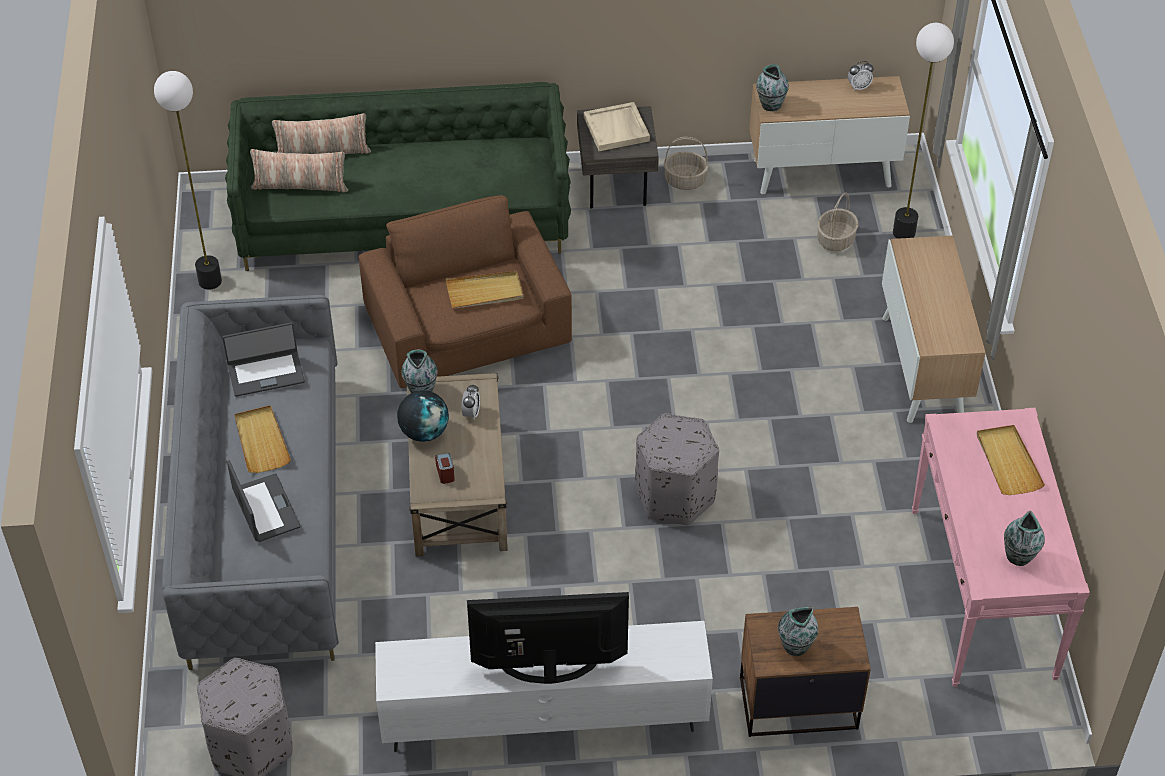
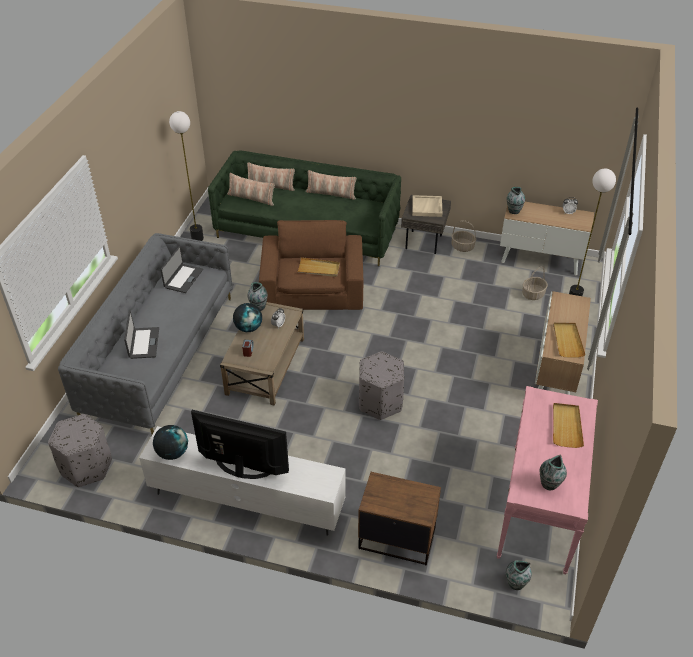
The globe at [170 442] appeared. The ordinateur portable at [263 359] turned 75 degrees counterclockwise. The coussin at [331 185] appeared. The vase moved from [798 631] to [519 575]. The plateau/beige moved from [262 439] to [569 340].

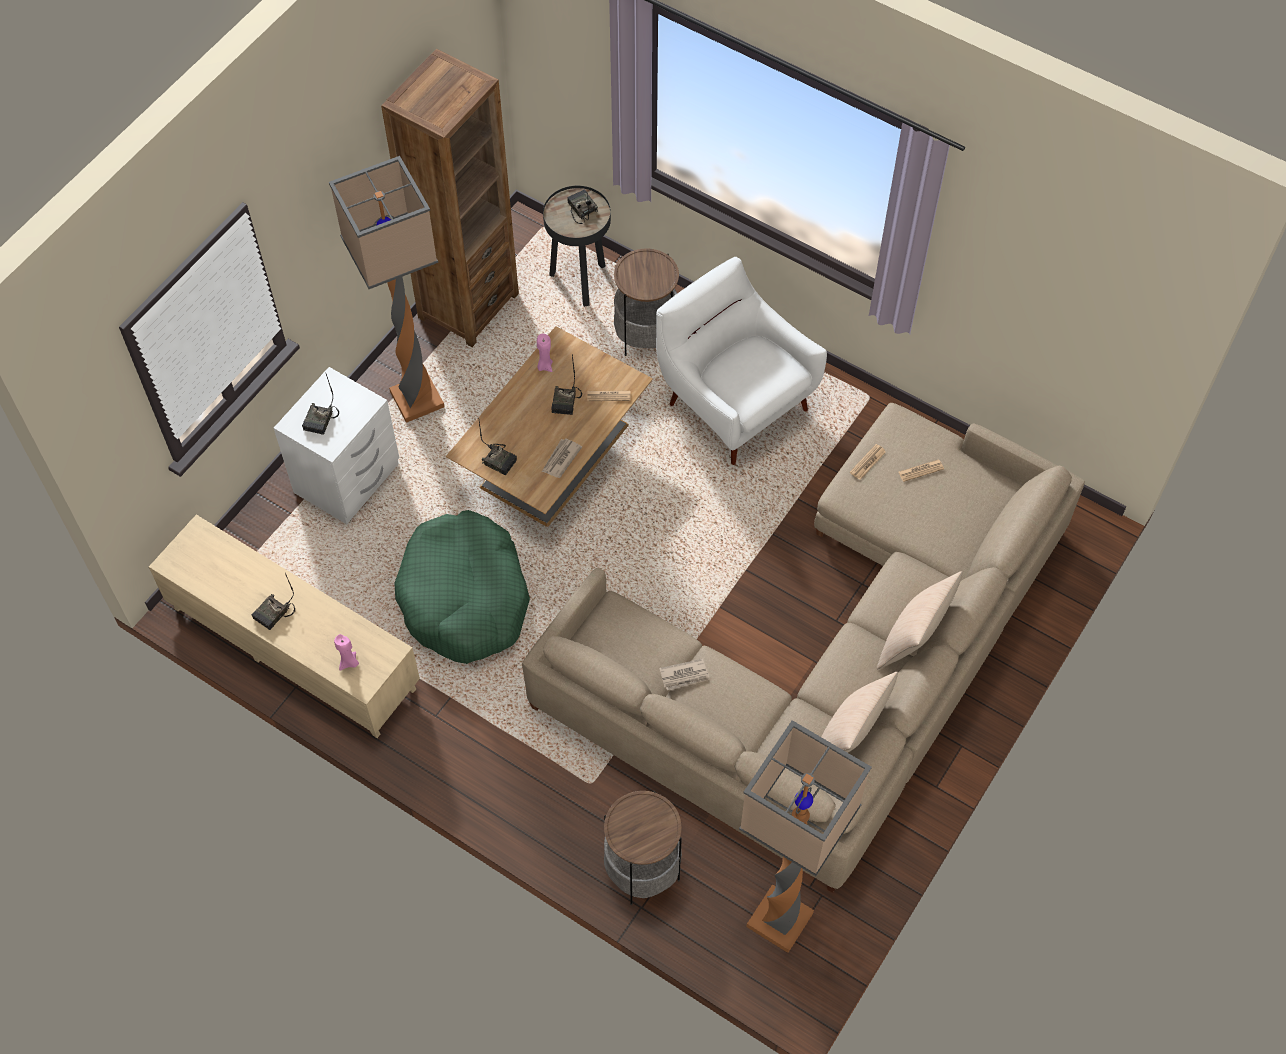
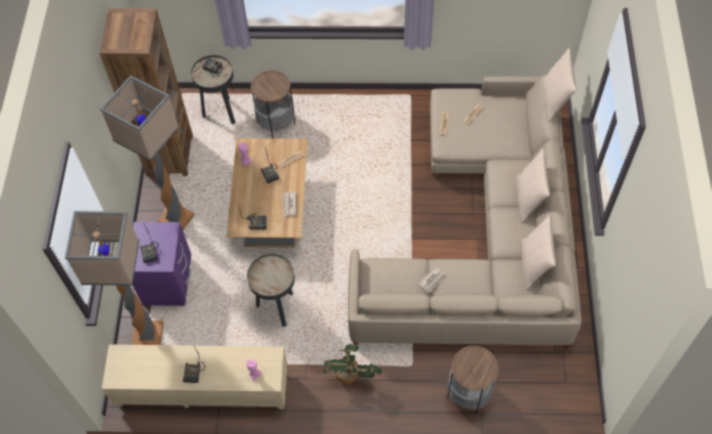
The lampadaire moved from [805 836] to [114 278]. The table de chevet/blanc at [336 445] became the table de chevet/violet at [162 264]. The panier pour chien/vert at [462 587] was replaced by the table d'appoint/noir at [271 290]. The plante en pot at [352 364] appeared. The coussin/beige at [559 85] appeared. The fauteuil/blanc at [741 361] disappeared.

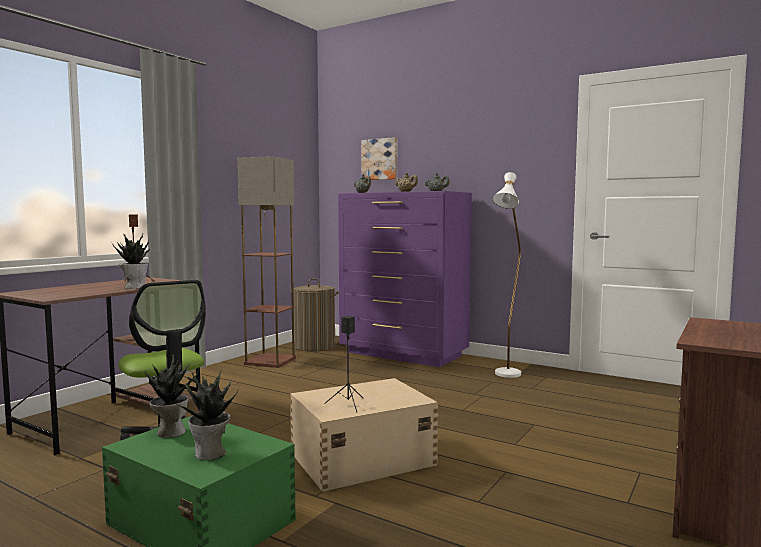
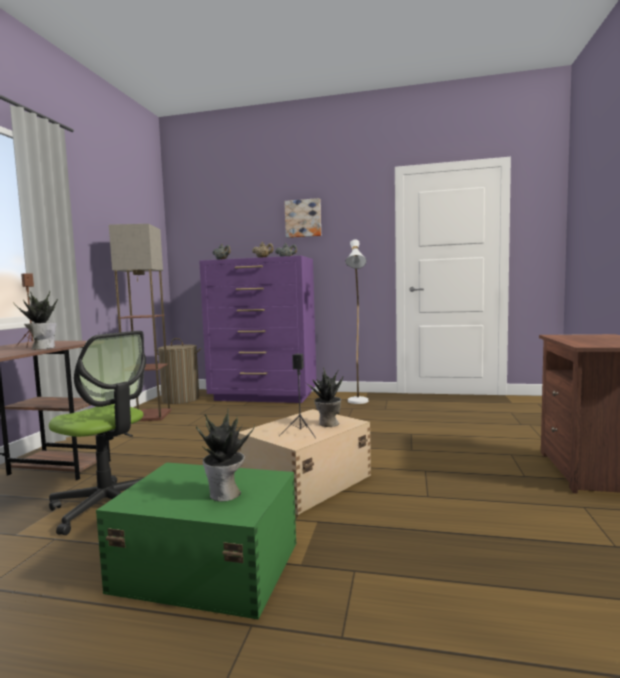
The tableau moved from [379 158] to [302 218]. The plante en pot moved from [171 396] to [324 397].

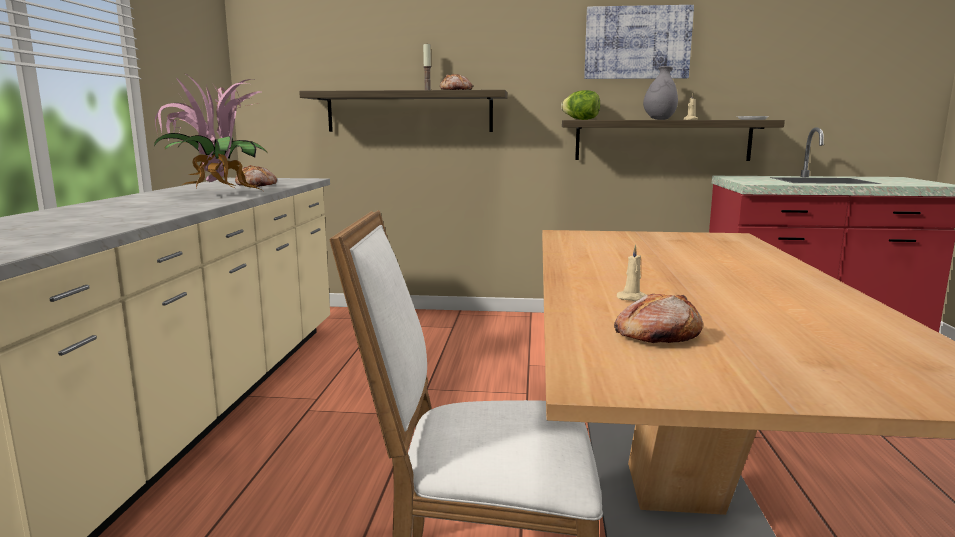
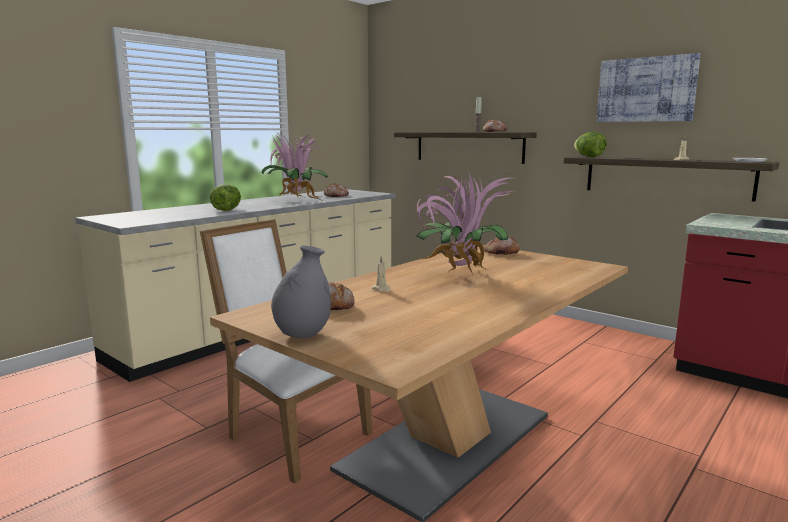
The laitue at [225 197] appeared. The vase/gris moved from [660 93] to [301 291]. The plante en pot at [466 223] appeared. The pain at [502 246] appeared.

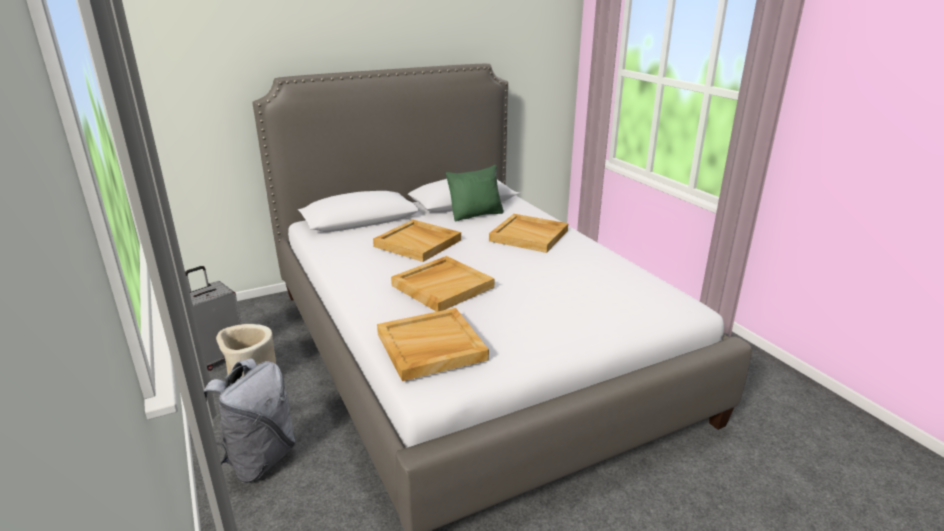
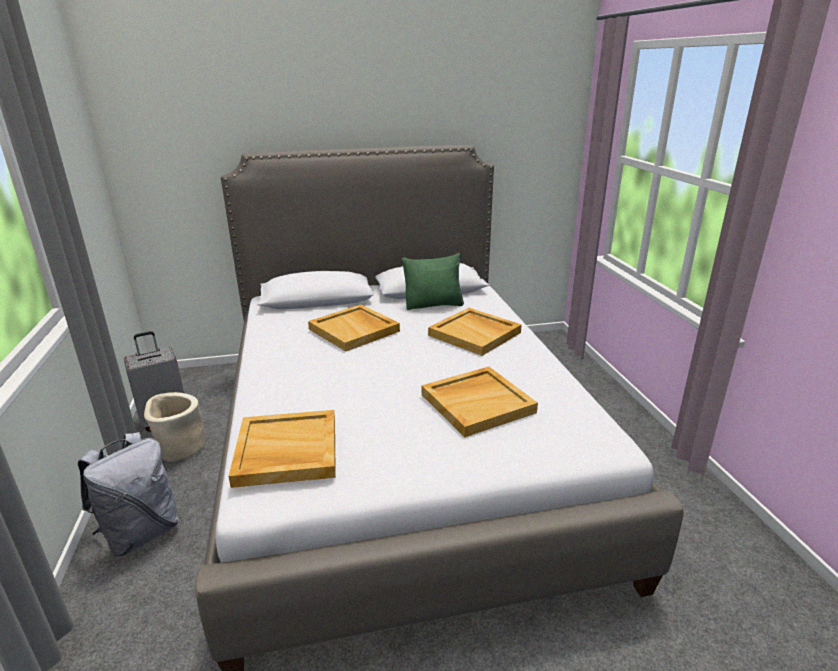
The plateau/beige moved from [442 284] to [480 402].

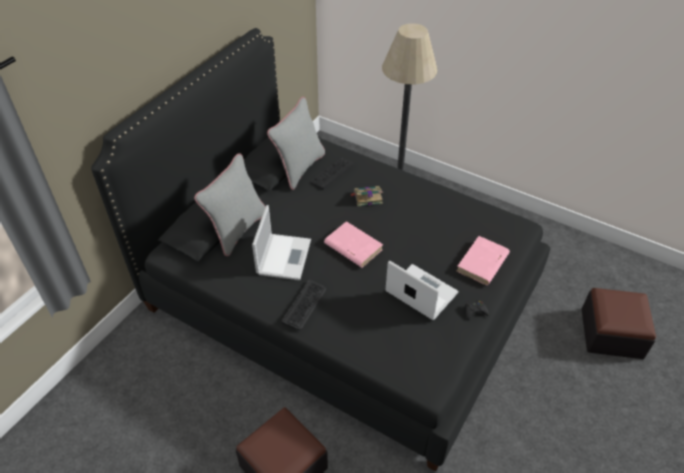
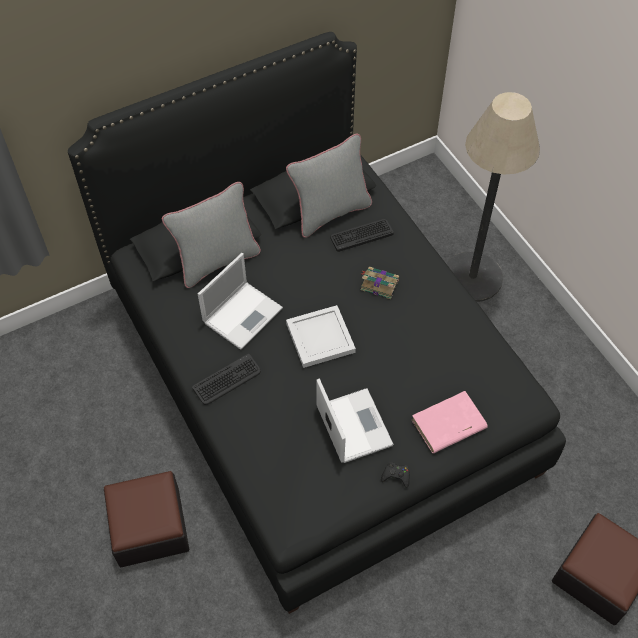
The livre/rose at [353 244] was replaced by the plateau/blanc at [321 336].

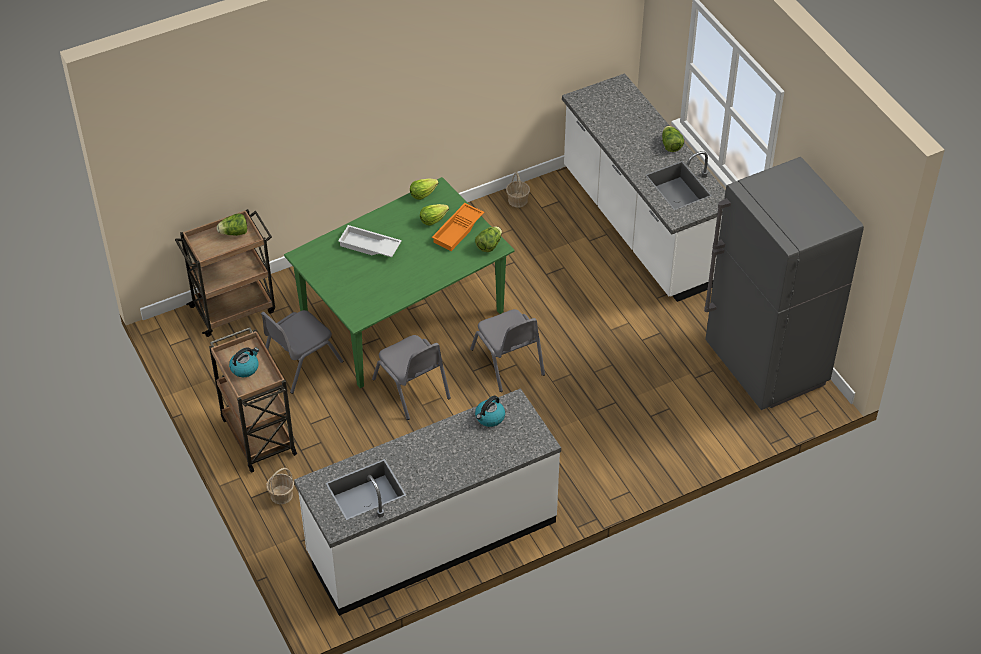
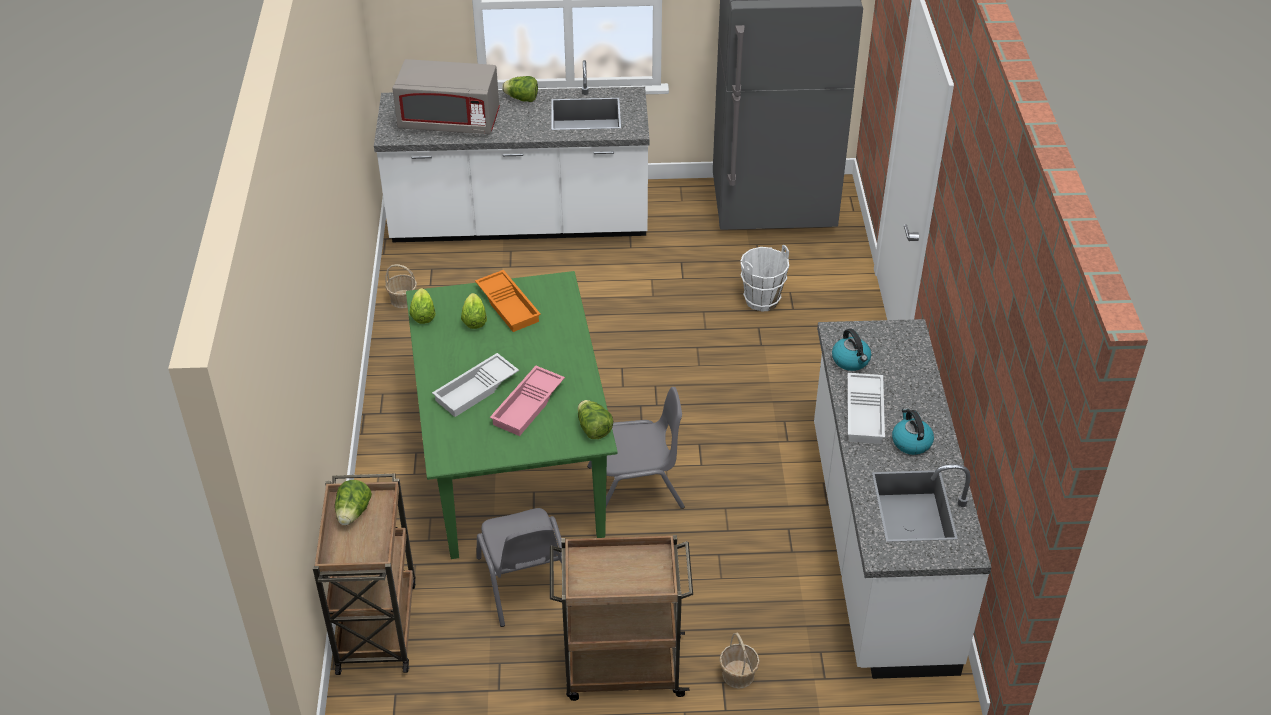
The micro-ondes/gris at [446 96] appeared. The plateau/rose at [527 401] appeared. The laitue moved from [488 239] to [595 419]. The seau/blanc at [764 278] appeared. The plateau/blanc at [866 408] appeared. The bouilloire moved from [244 362] to [913 431]. The chaise/gris at [507 350] disappeared.

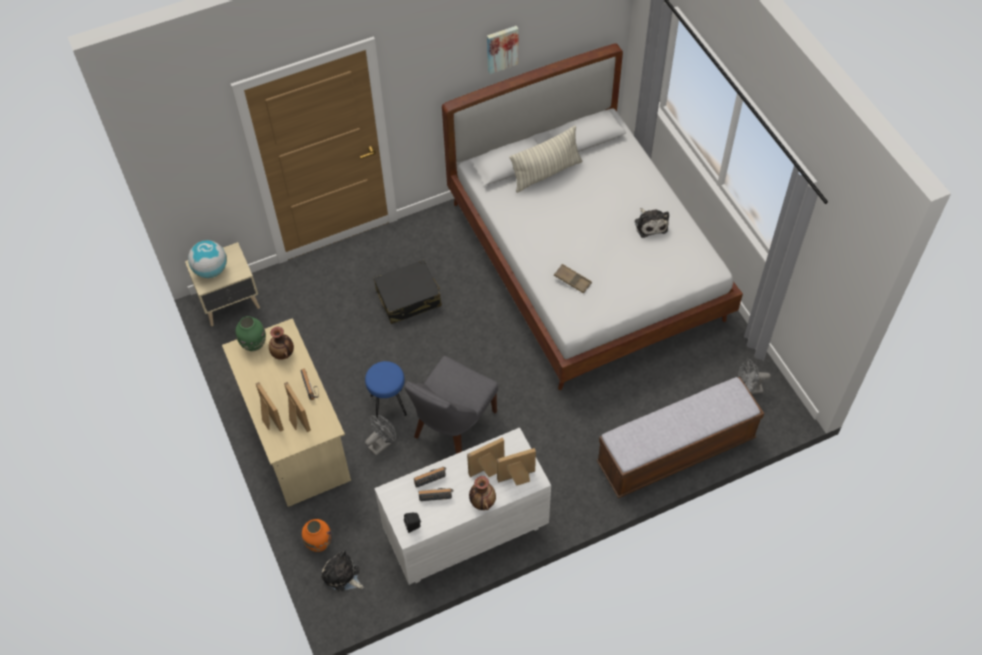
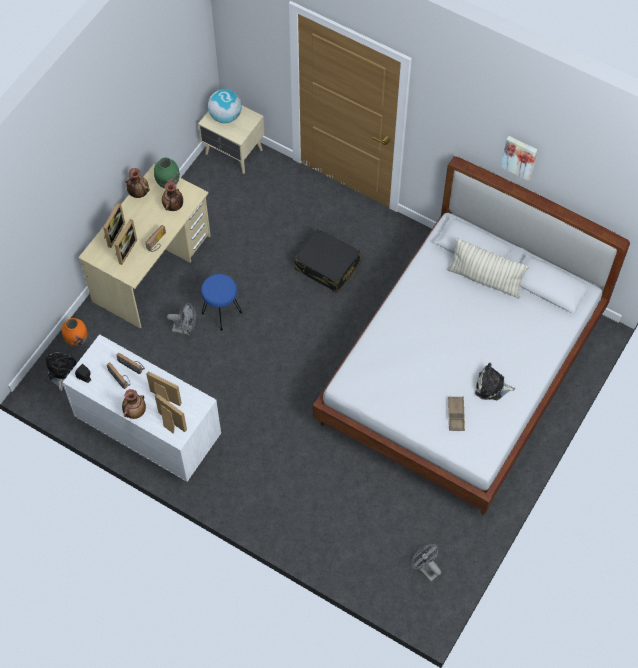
The vase at [137 183] appeared. The plateau/marron moved from [573 279] to [456 413]. The peluche at [652 223] turned 60 degrees clockwise. The chaise/gris at [451 405] disappeared. The banc at [680 437] disappeared.

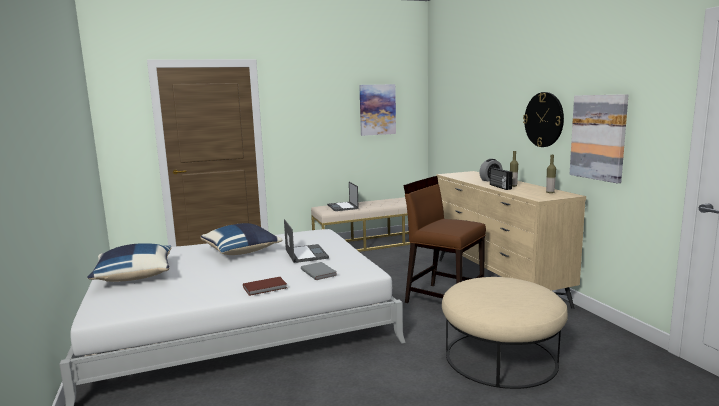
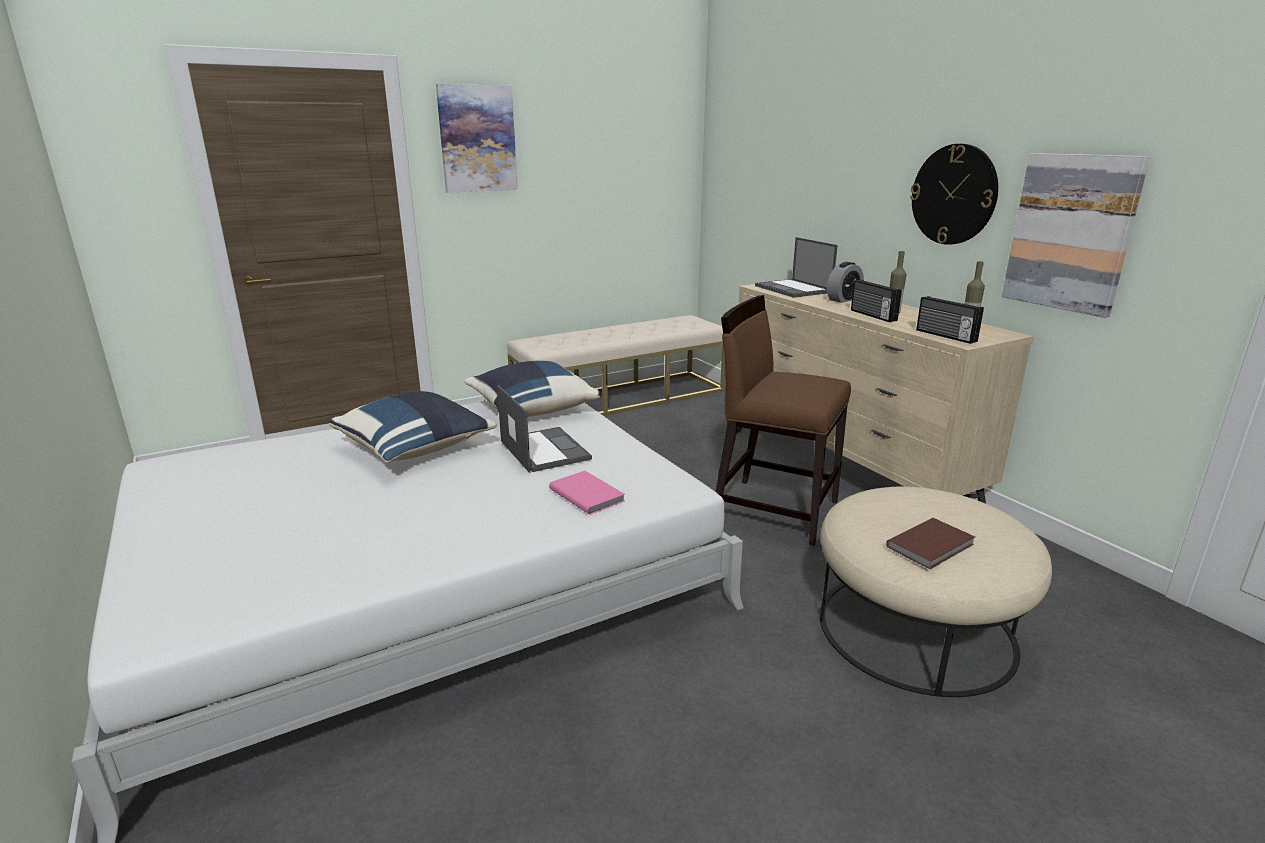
The tableau moved from [377 110] to [477 138]. The coussin/bleu moved from [129 262] to [532 389]. The livre/gris at [319 271] became the livre/rose at [587 493]. The ordinateur portable moved from [343 196] to [796 267]. The livre/marron moved from [265 286] to [930 543]. The radio at [950 320] appeared.

